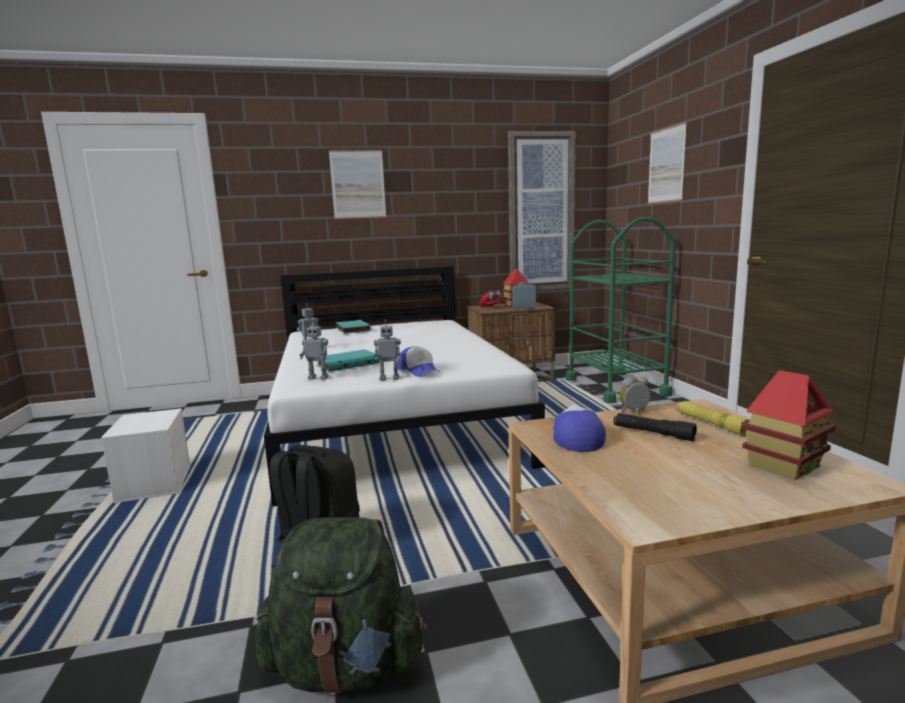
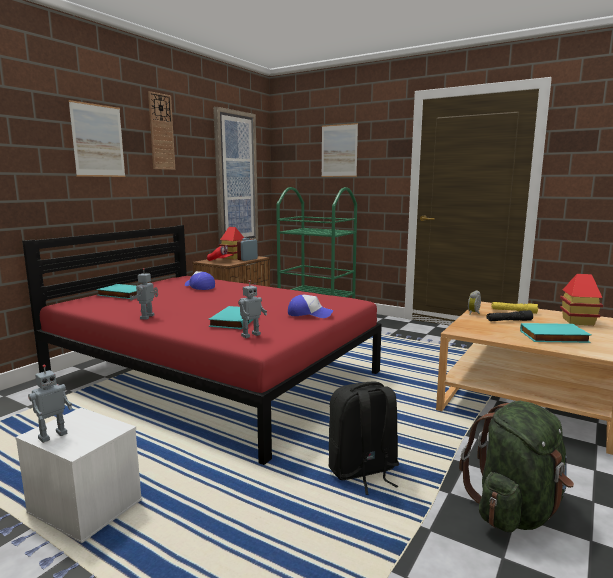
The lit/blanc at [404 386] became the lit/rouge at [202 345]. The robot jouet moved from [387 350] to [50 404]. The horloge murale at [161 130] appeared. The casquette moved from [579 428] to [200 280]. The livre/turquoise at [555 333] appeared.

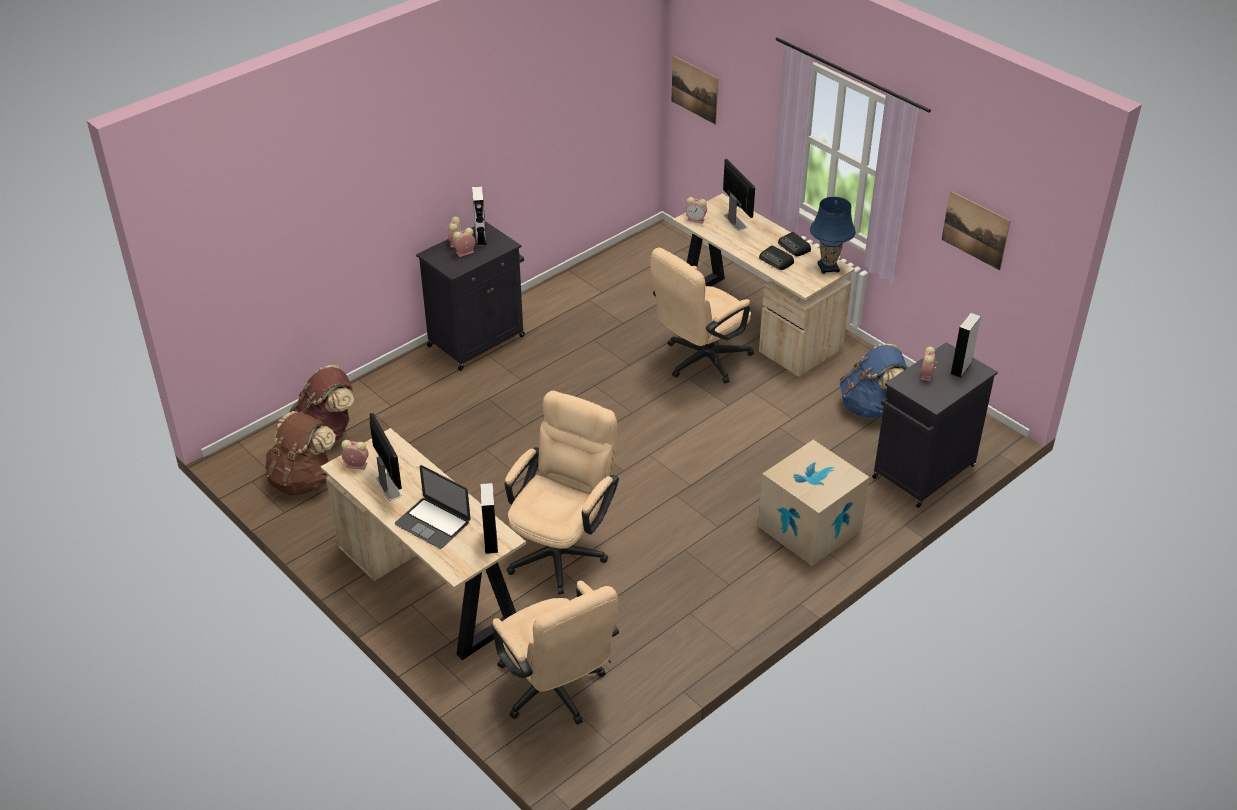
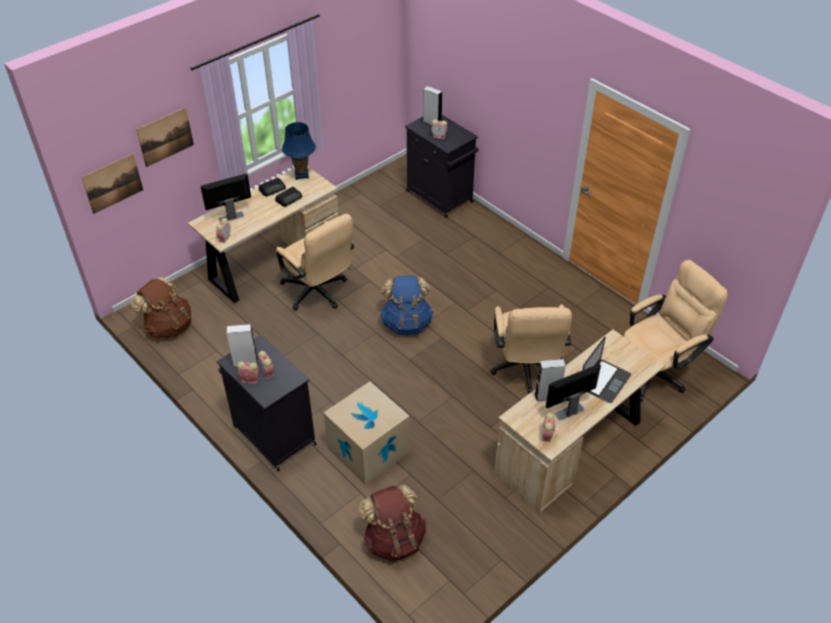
The sac à dos/marron moved from [300 453] to [161 307]. The tableau moved from [976 230] to [165 137]. The carton moved from [814 503] to [367 433]. The sac à dos/bleu moved from [873 381] to [406 305]. The chaise de bureau/beige at [562 493] turned 120 degrees counterclockwise. The enceinte/gris moved from [489 518] to [550 380].

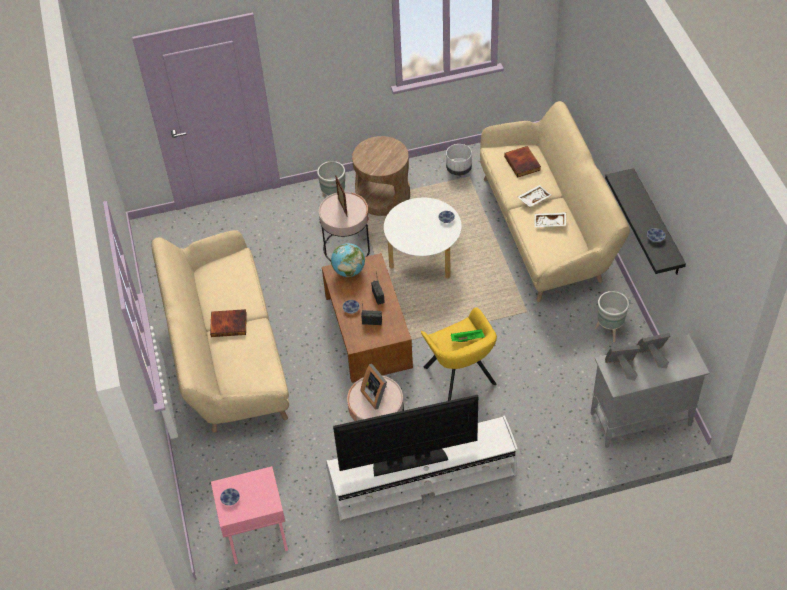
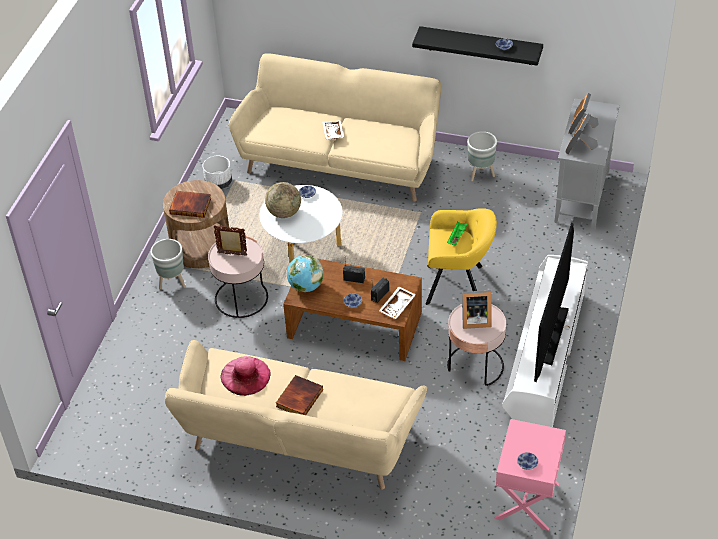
The livre moved from [522 162] to [190 204]. The chapeau/rose at [245 376] appeared. The globe at [283 200] appeared. The plateau/blanc moved from [550 219] to [397 303].

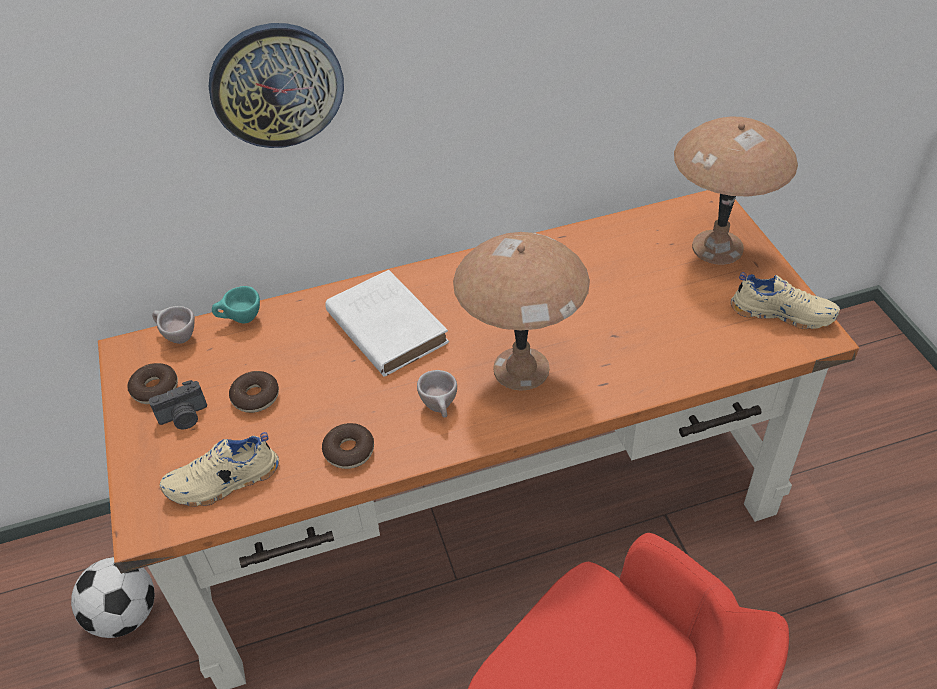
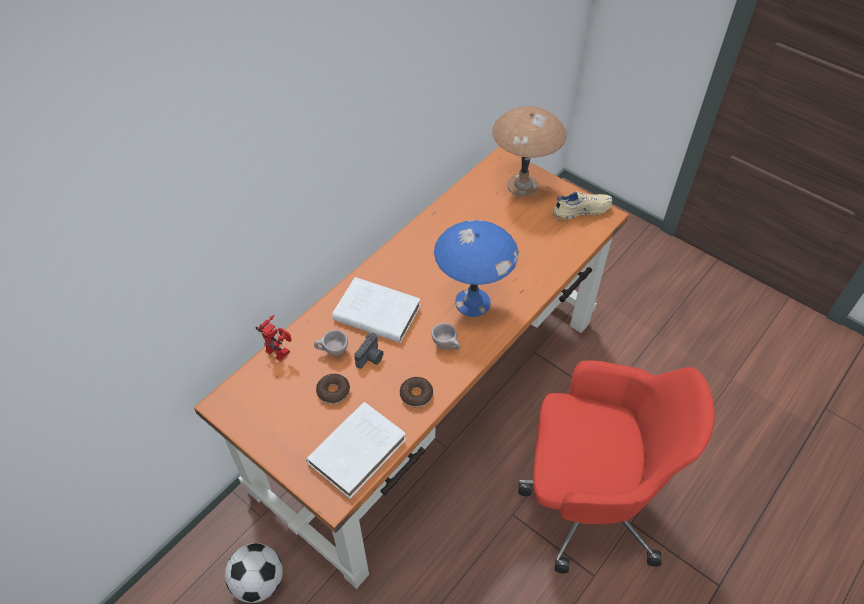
The tasse/turquoise at [236 305] was replaced by the robot jouet at [274 338]. The chaussure/beige at [219 469] was replaced by the livre/blanc at [356 450]. The tasse/beige moved from [173 325] to [331 343]. The appareil photo moved from [178 404] to [368 350]. The lampe de table/marron at [521 311] became the lampe de table/bleu at [476 268]. The beignet at [152 383] disappeared. The horloge murale at [276 85] disappeared.

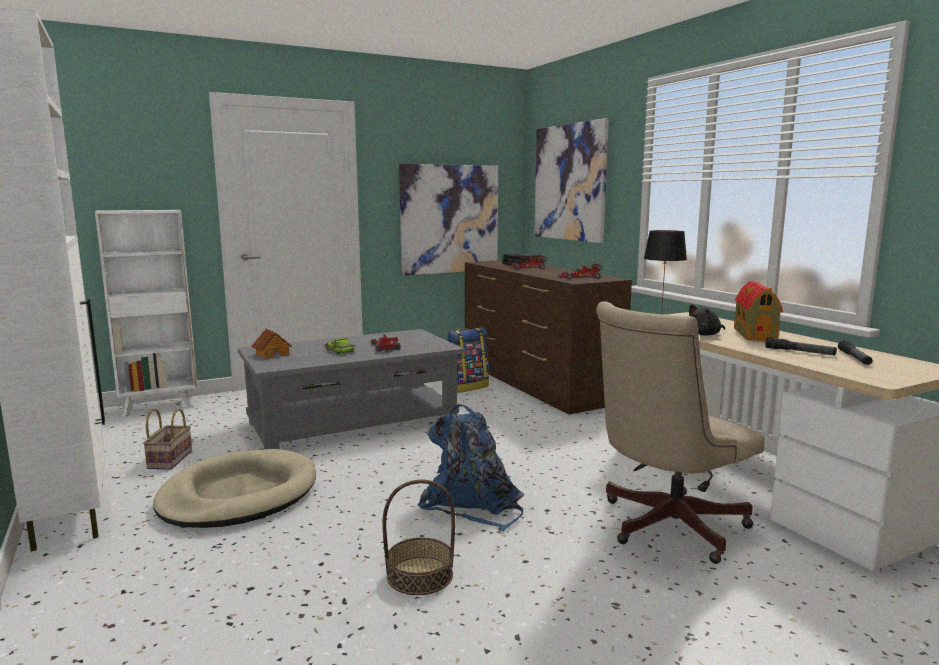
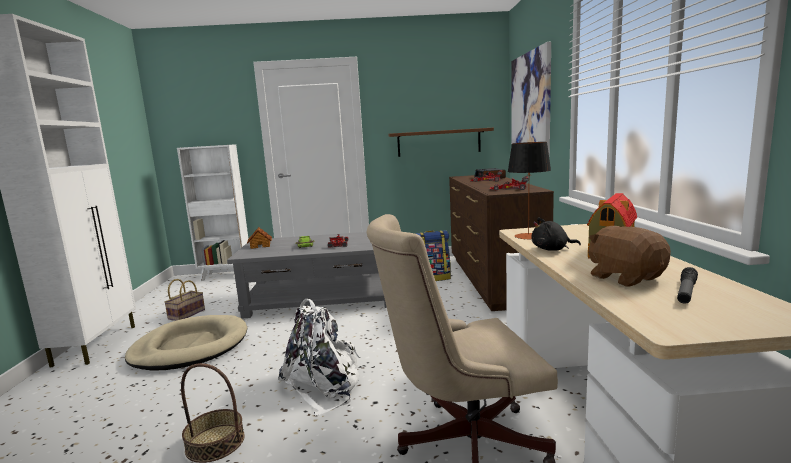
The sac à dos/bleu at [470 467] became the sac à dos/blanc at [319 357]. The tableau at [448 219] was replaced by the étagère/marron at [441 142]. The lampe de poche at [801 346] was replaced by the peluche/marron at [629 256].

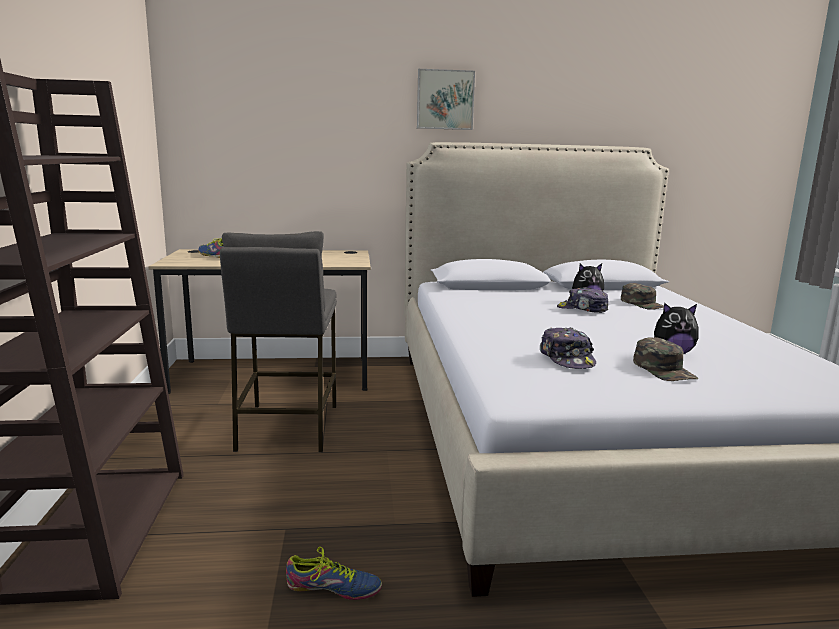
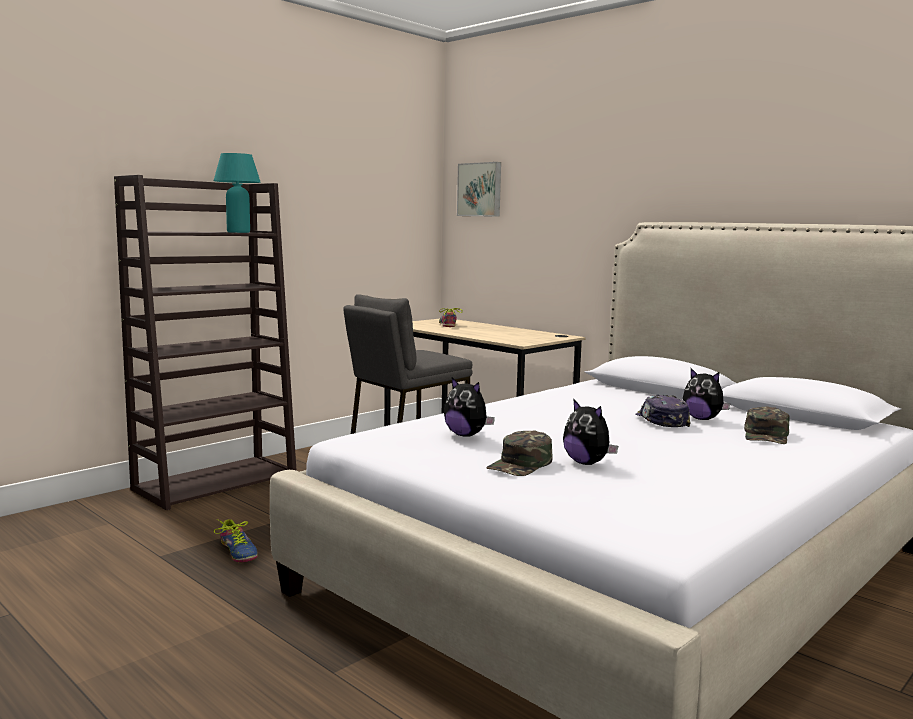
The lampe de table/turquoise at [237 193] appeared. The casquette at [568 348] was replaced by the peluche at [469 407]. The tableau moved from [446 99] to [479 189].

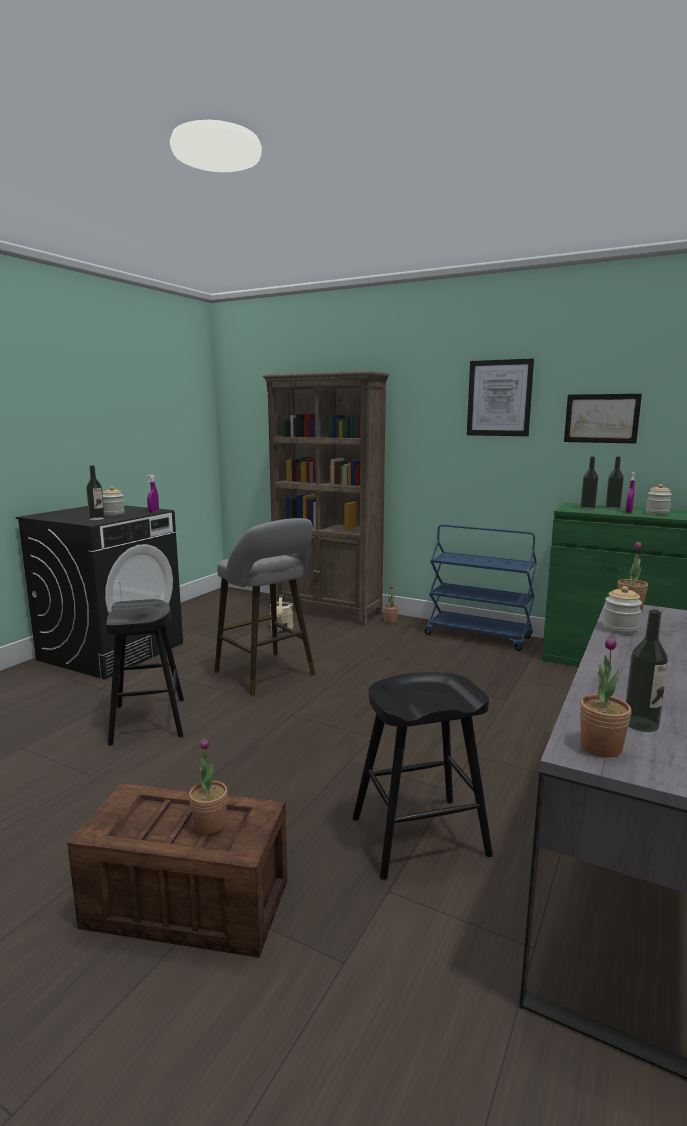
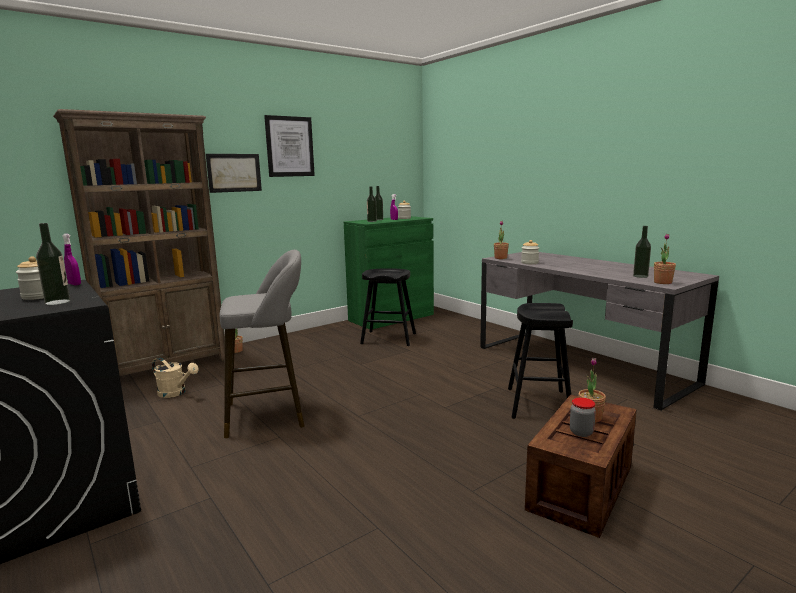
The tableau moved from [603 419] to [234 173]. The tabouret/noir moved from [144 672] to [388 307]. The bocal at [583 417] appeared. The chariot/bleu at [481 588] disappeared.

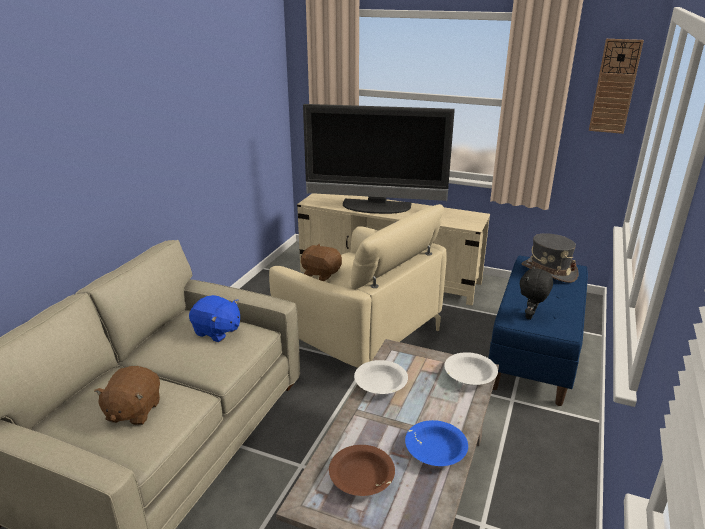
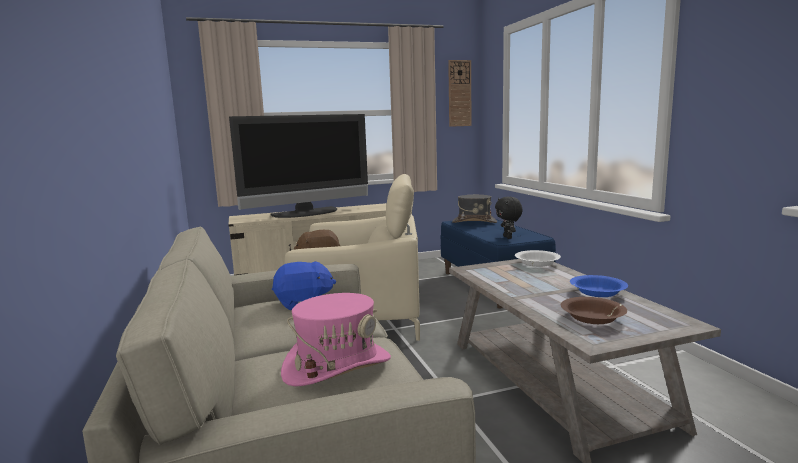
The peluche/marron at [127 396] was replaced by the chapeau/rose at [336 340]. The bol/blanc at [381 377] disappeared.

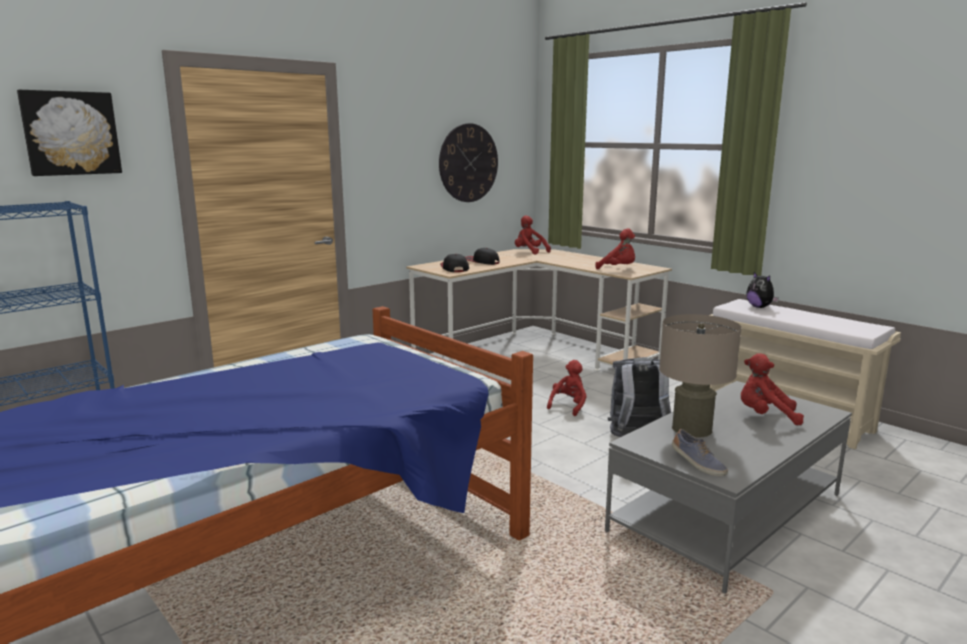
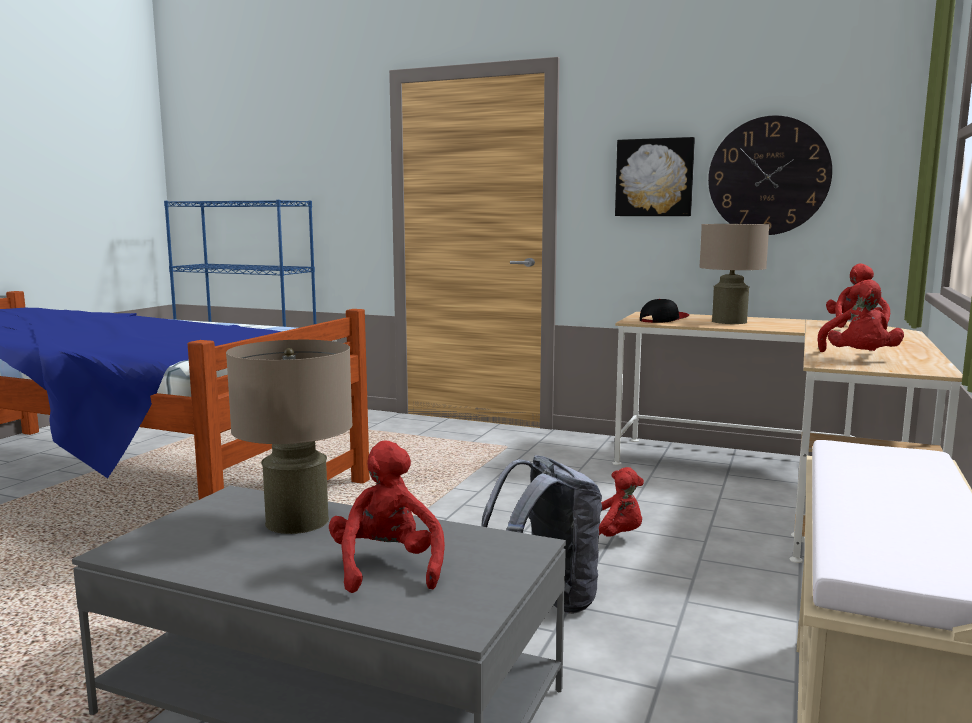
The tableau moved from [69 133] to [655 176]. The casquette at [482 256] was replaced by the lampe de table/beige at [734 274]. The chaussure at [700 452] disappeared. The peluche at [762 290] disappeared.

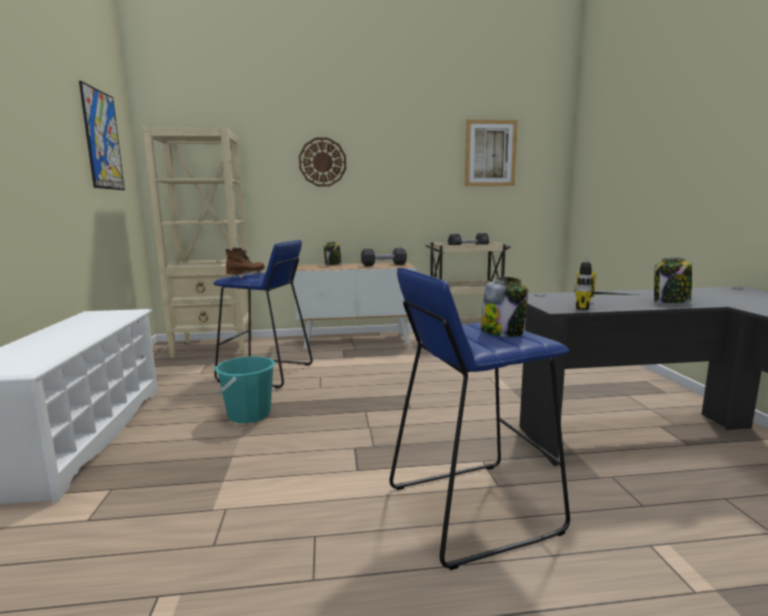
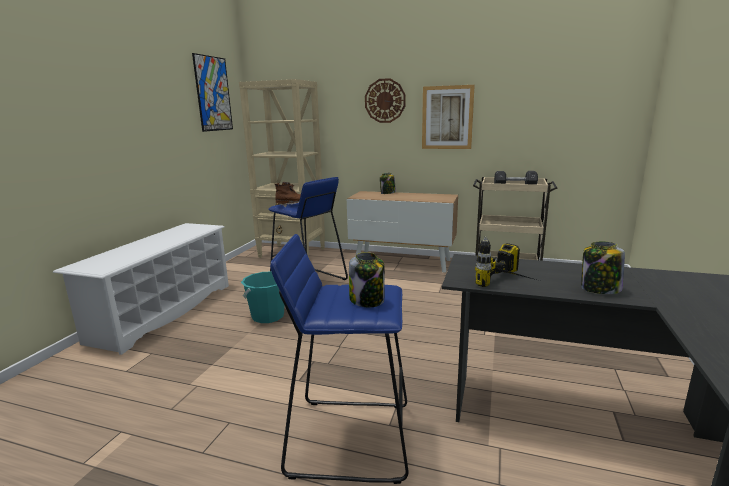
The tableau moved from [491 153] to [448 117]. The haltère/noir at [384 257] disappeared.

